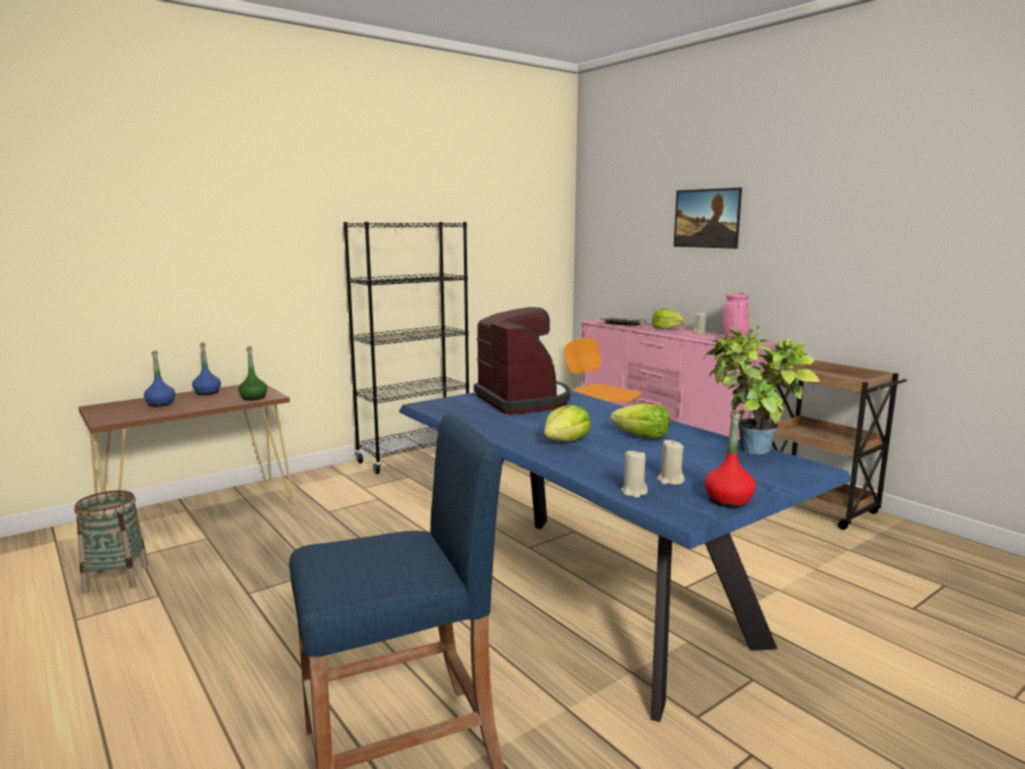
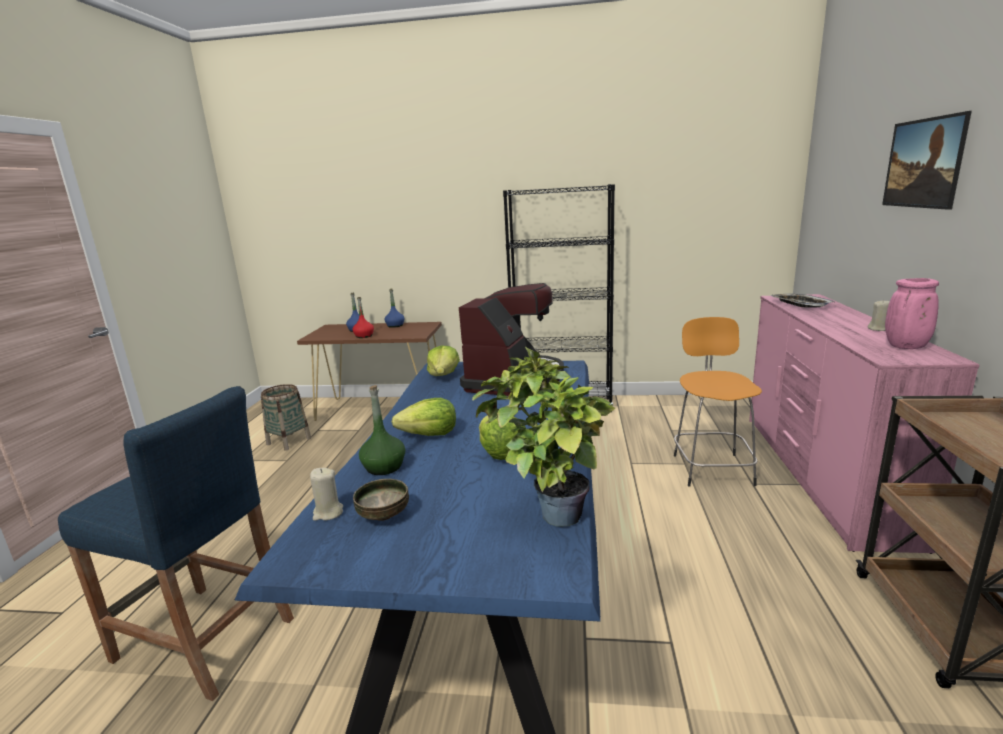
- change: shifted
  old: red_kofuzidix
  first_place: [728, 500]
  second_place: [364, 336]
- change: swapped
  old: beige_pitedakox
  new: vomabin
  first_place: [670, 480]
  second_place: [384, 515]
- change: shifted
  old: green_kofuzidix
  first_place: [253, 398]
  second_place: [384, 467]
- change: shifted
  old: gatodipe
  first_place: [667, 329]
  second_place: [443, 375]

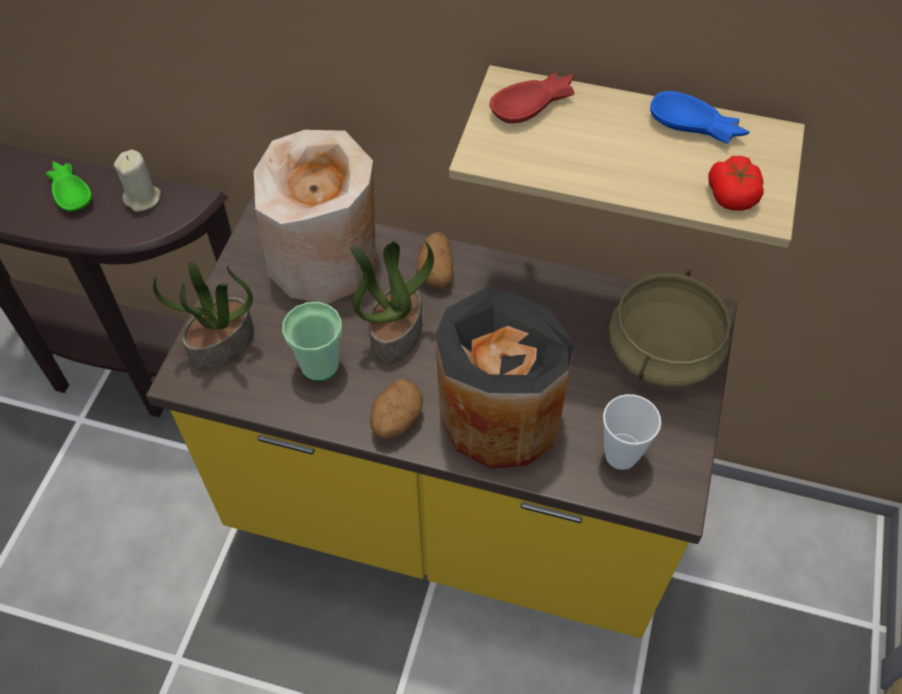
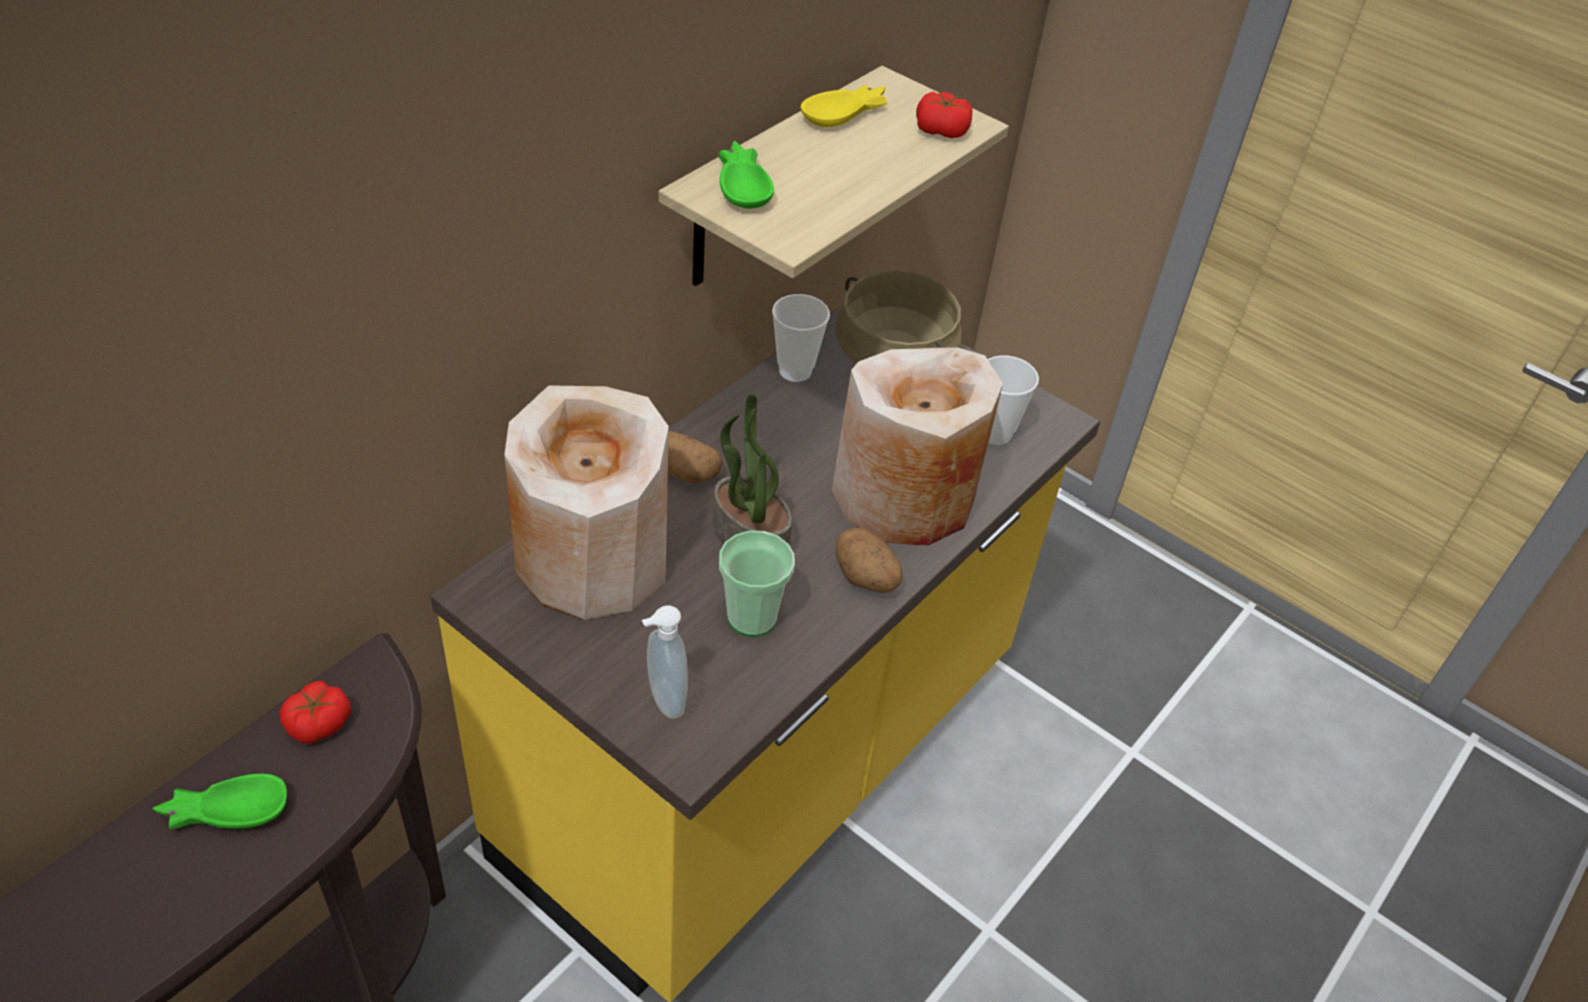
- change: swapped
  old: beige_pitedakox
  new: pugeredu
  first_place: [143, 198]
  second_place: [319, 723]
- change: swapped
  old: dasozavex
  new: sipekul
  first_place: [222, 345]
  second_place: [663, 700]
- change: repainted
  old: red_vomabin
  new: green_vomabin
  first_place: [535, 105]
  second_place: [745, 185]
- change: new
  new: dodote
  second_place: [795, 371]
- change: repainted
  old: blue_vomabin
  new: yellow_vomabin
  first_place: [695, 128]
  second_place: [846, 114]
- change: repainted
  old: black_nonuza
  new: beige_nonuza
  first_place: [499, 416]
  second_place: [904, 497]

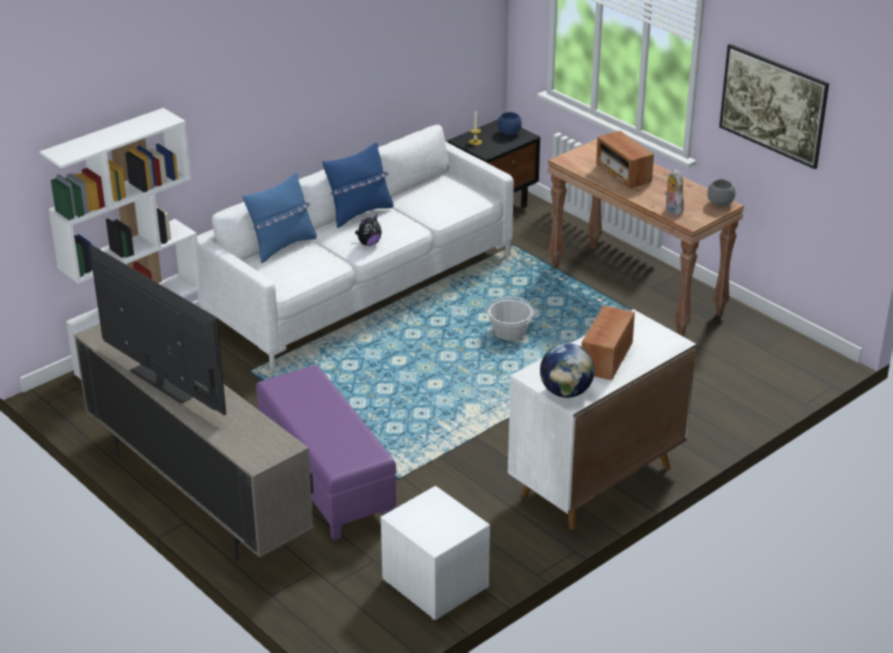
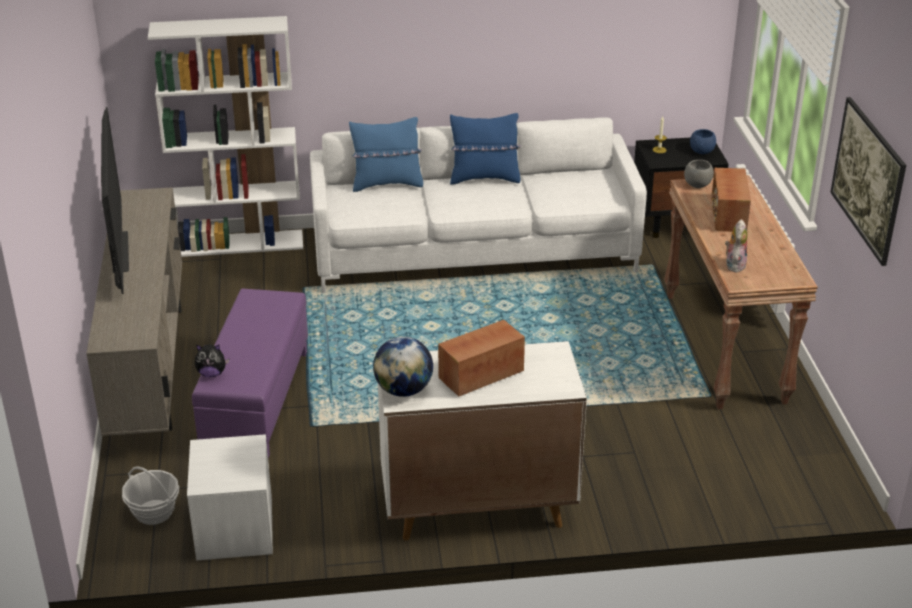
- change: shifted
  old: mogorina
  first_place: [510, 333]
  second_place: [154, 512]
- change: shifted
  old: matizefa
  first_place: [369, 243]
  second_place: [212, 374]
- change: shifted
  old: grey_vomabin
  first_place: [719, 203]
  second_place: [697, 185]

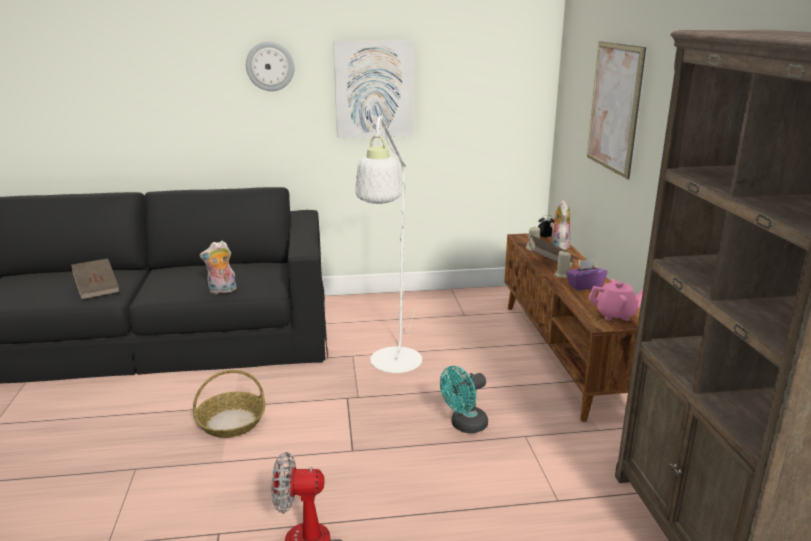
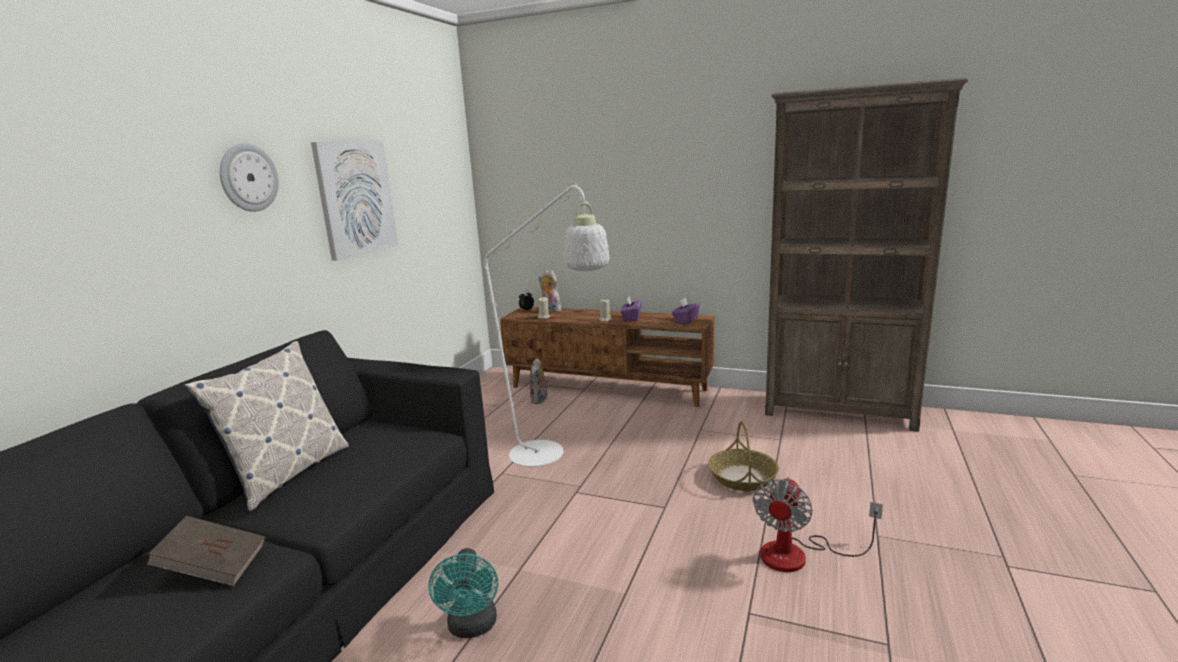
- change: new
  new: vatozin
  second_place: [287, 473]
- change: shifted
  old: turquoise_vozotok
  first_place: [464, 426]
  second_place: [472, 627]
- change: shifted
  old: matizefa
  first_place: [222, 291]
  second_place: [540, 400]
- change: swapped
  old: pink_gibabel
  new: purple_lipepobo
  first_place: [615, 315]
  second_place: [685, 321]
- change: shifted
  old: mogorina
  first_place: [231, 422]
  second_place: [743, 478]
- change: gone
  old: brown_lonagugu
  first_place: [549, 262]
- change: gone
  old: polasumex
  first_place: [614, 107]

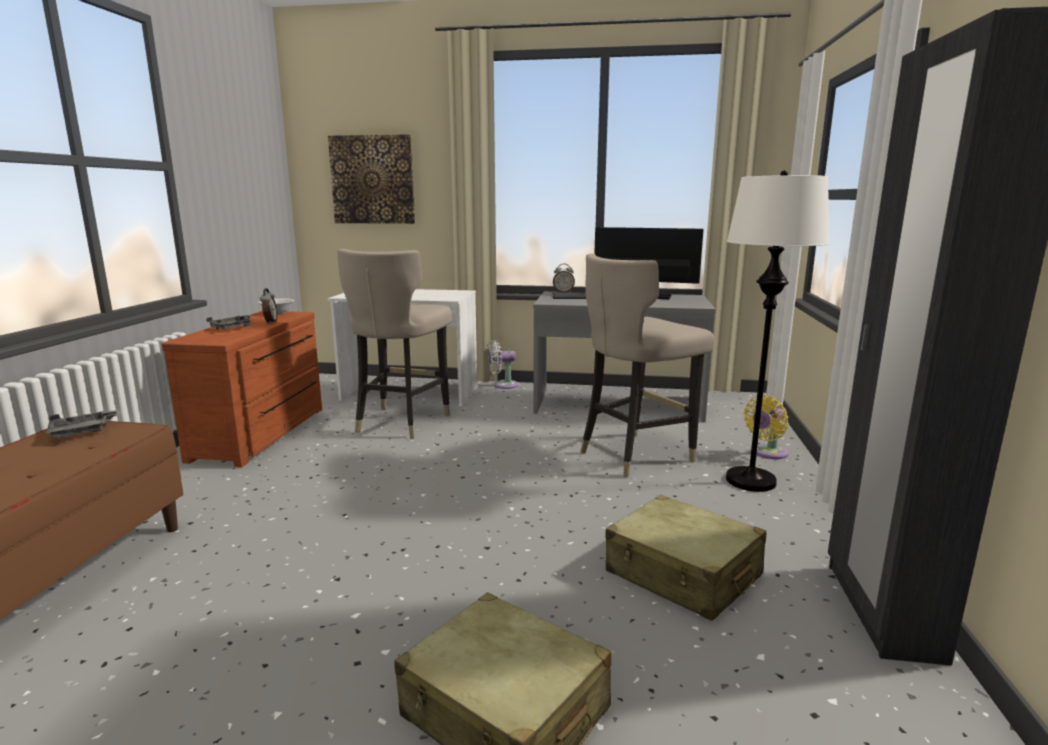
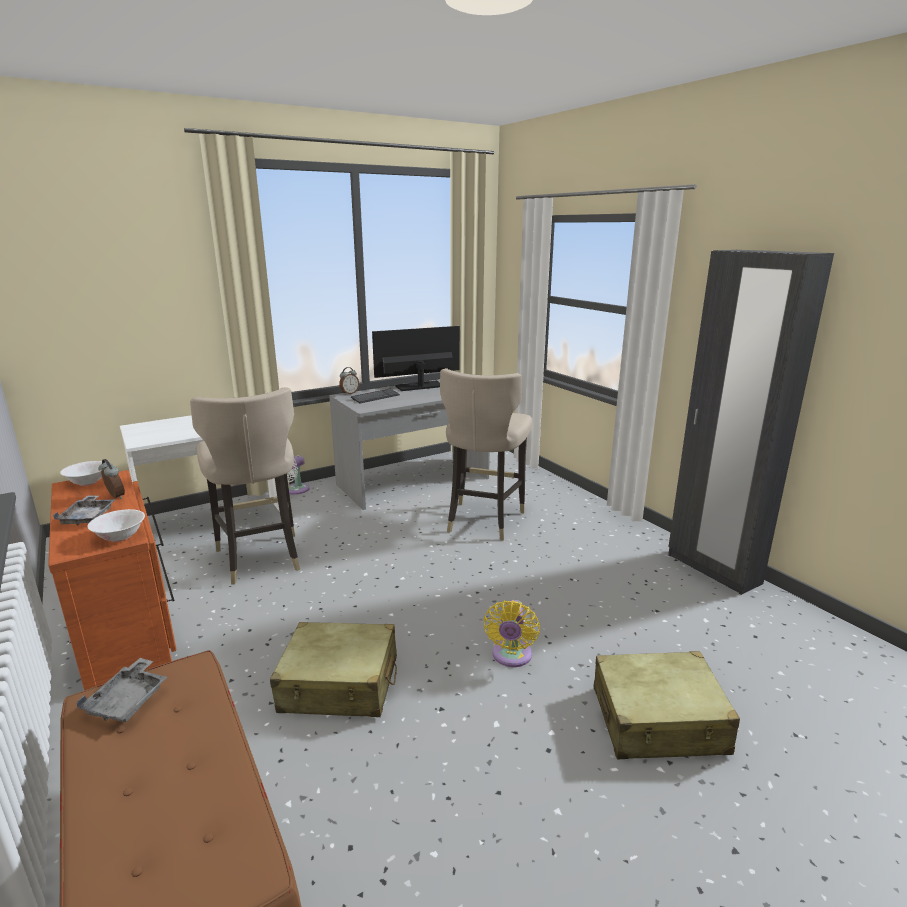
- change: new
  new: white_vomabin
  second_place: [120, 537]
- change: shifted
  old: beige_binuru
  first_place: [683, 574]
  second_place: [339, 684]
- change: shifted
  old: yellow_vozotok
  first_place: [767, 453]
  second_place: [511, 657]
- change: gone
  old: polasumex
  first_place: [373, 180]
- change: gone
  old: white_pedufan
  first_place: [750, 480]

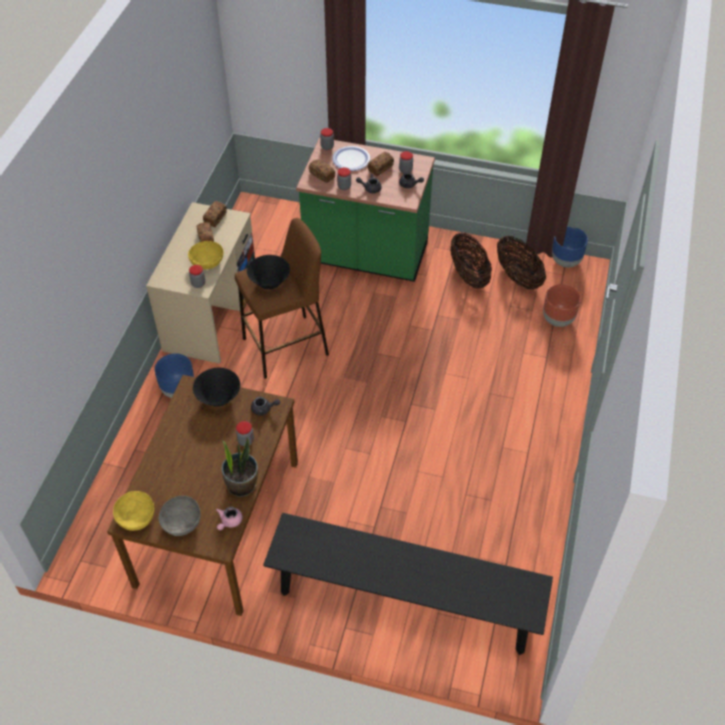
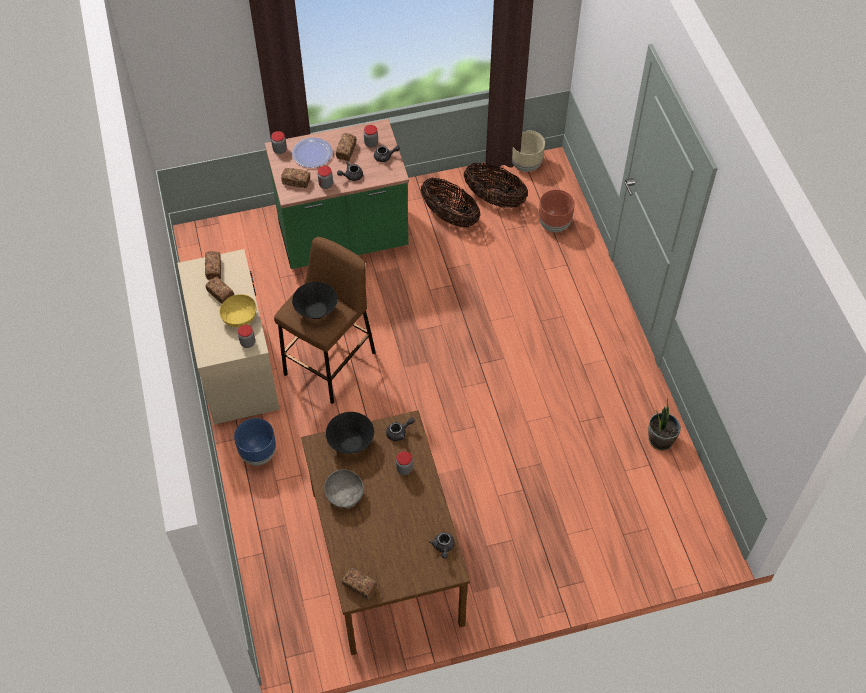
- change: shifted
  old: grey_vomabin
  first_place: [181, 522]
  second_place: [344, 495]
- change: swapped
  old: yellow_vomabin
  new: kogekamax
  first_place: [136, 517]
  second_place: [359, 586]
- change: repainted
  old: pink_gibabel
  new: grey_gibabel
  first_place: [229, 521]
  second_place: [443, 547]
- change: repainted
  old: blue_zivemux
  new: beige_zivemux
  first_place: [566, 261]
  second_place: [526, 165]
- change: shifted
  old: dasozavex
  first_place: [242, 485]
  second_place: [660, 439]
- change: gone
  old: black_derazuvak
  first_place: [404, 602]

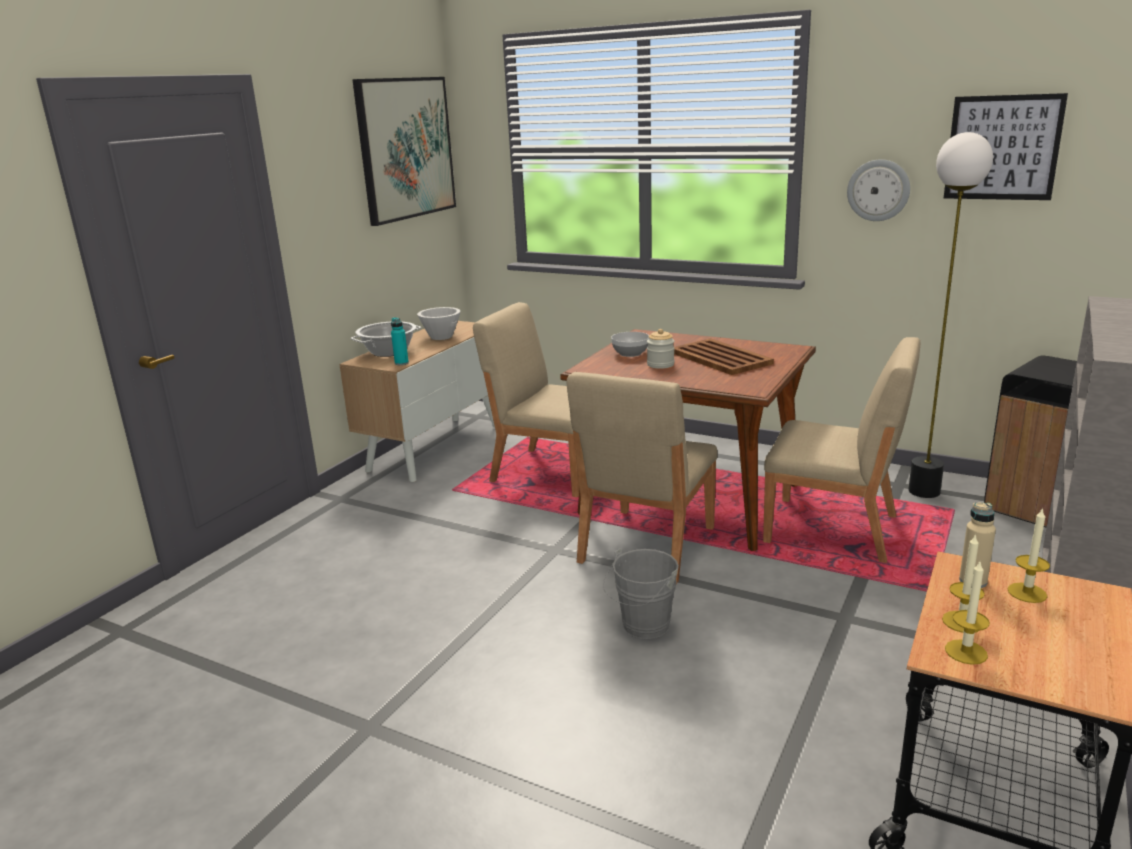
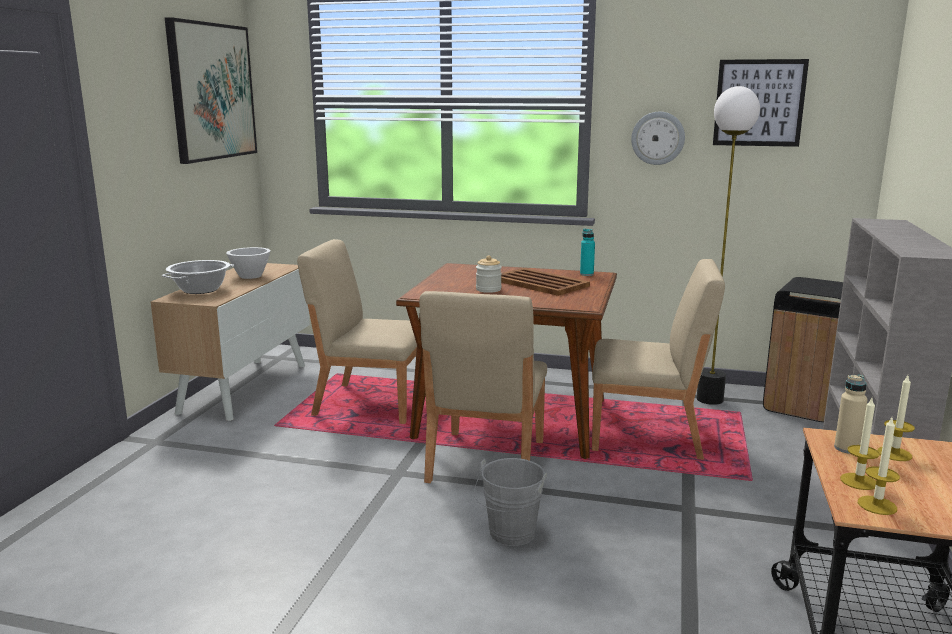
- change: shifted
  old: turquoise_kofuzidix
  first_place: [401, 363]
  second_place: [586, 274]
- change: gone
  old: vomabin
  first_place: [631, 353]

